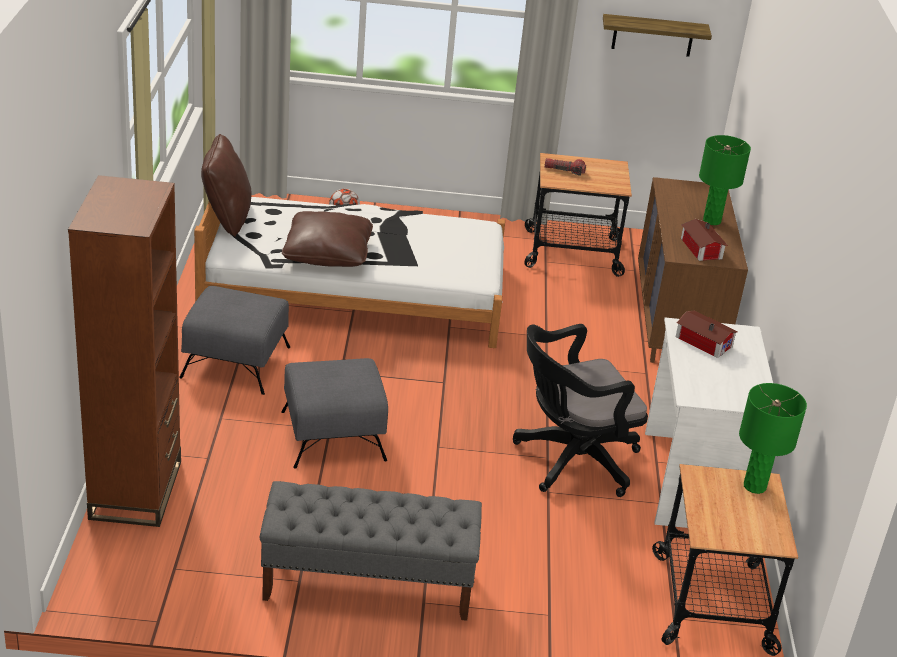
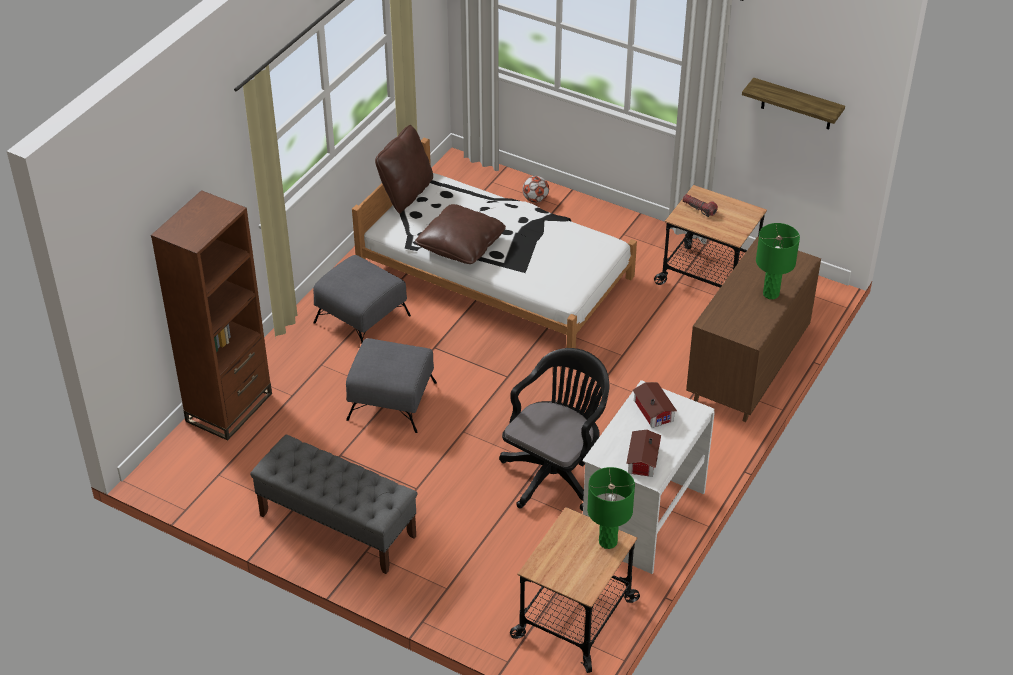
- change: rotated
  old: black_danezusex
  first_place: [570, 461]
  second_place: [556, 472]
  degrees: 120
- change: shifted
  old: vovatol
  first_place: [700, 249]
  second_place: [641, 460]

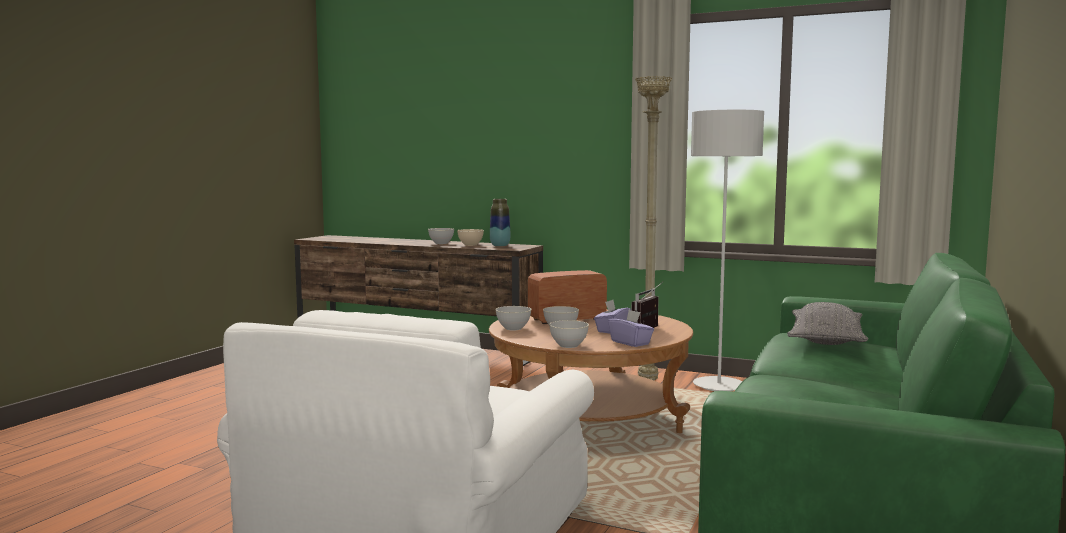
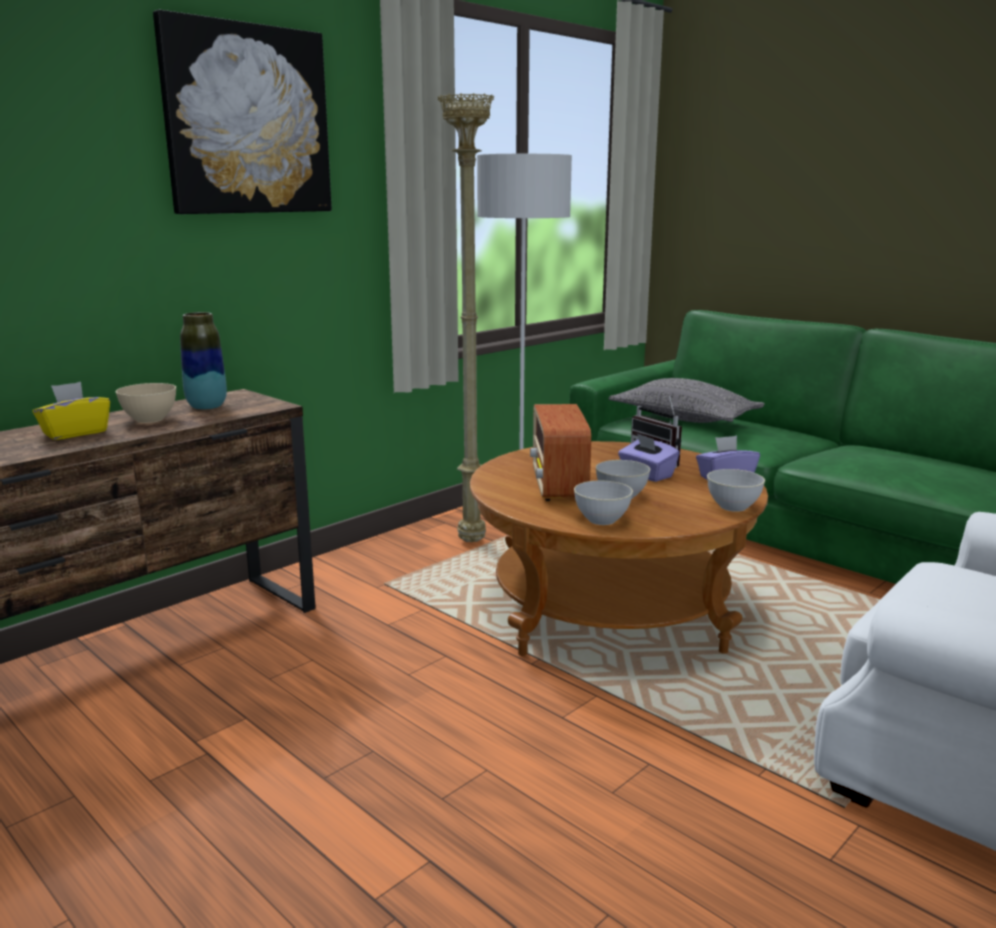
- change: swapped
  old: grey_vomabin
  new: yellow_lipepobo
  first_place: [441, 243]
  second_place: [75, 433]
- change: new
  new: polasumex
  second_place: [247, 120]

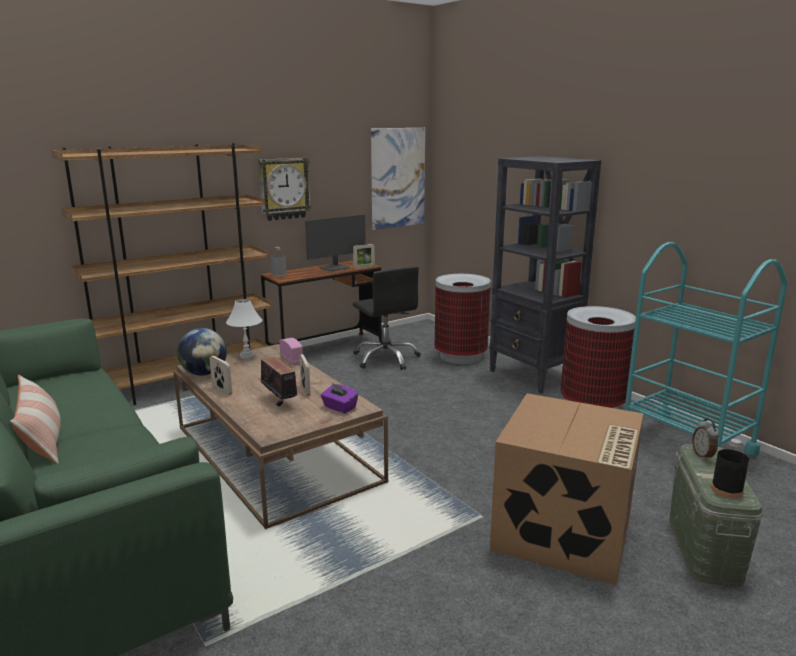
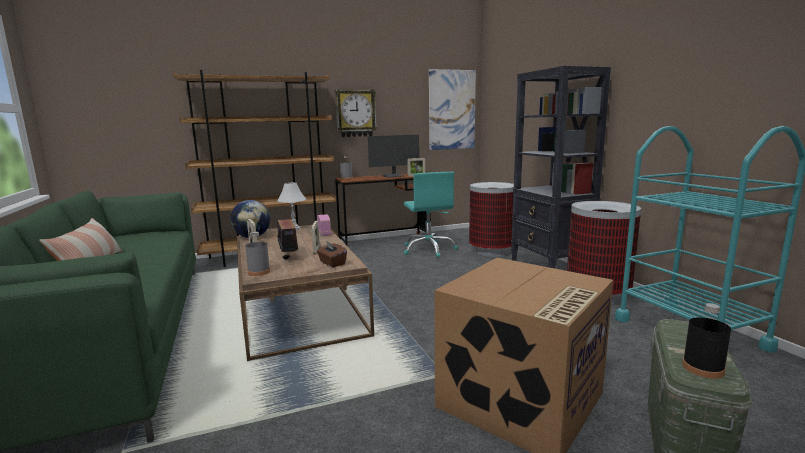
- change: new
  new: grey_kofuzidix
  second_place: [259, 272]
- change: repainted
  old: purple_lipepobo
  new: brown_lipepobo
  first_place: [339, 407]
  second_place: [332, 263]
- change: repainted
  old: black_danezusex
  new: turquoise_danezusex
  first_place: [386, 358]
  second_place: [428, 249]
- change: gone
  old: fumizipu
  first_place: [703, 455]

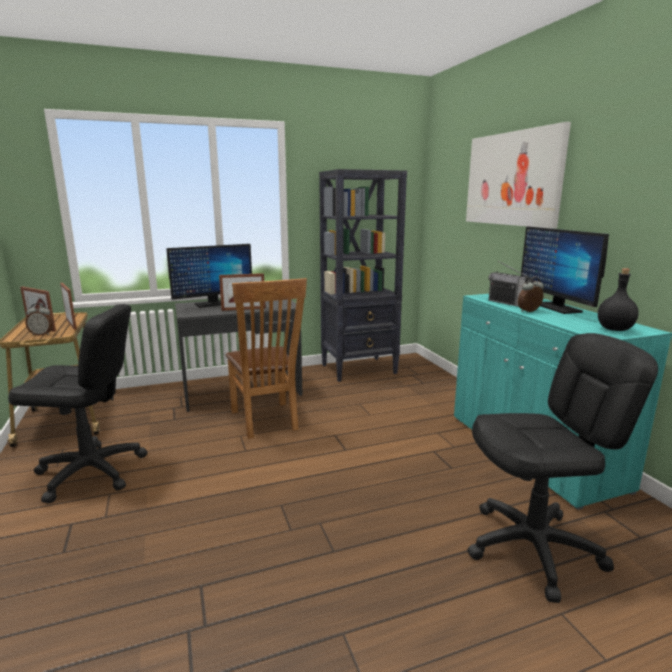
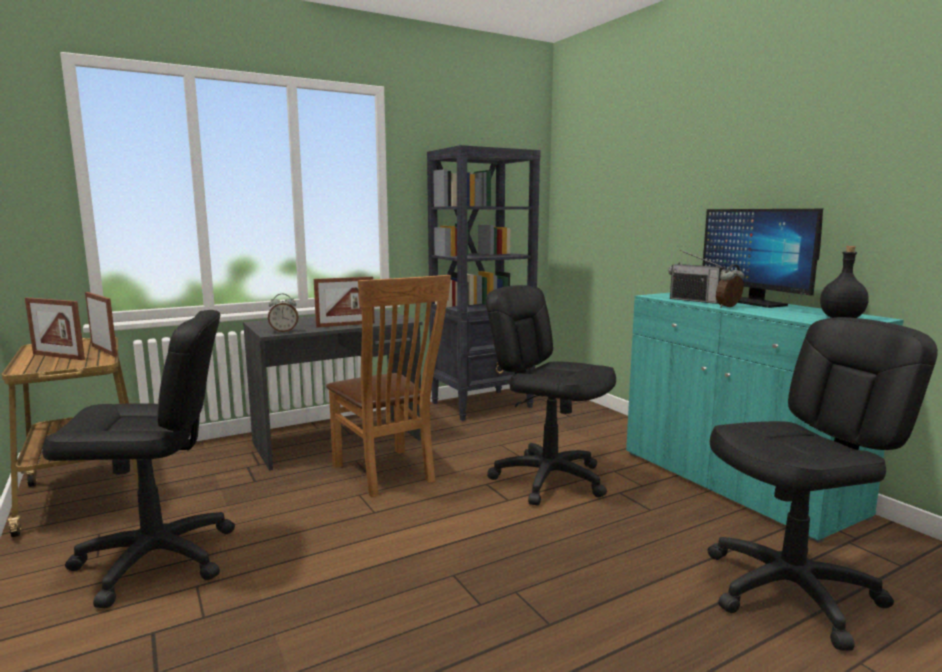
- change: shifted
  old: fumizipu
  first_place: [42, 334]
  second_place: [284, 331]
- change: new
  new: black_danezusex
  second_place: [549, 479]
- change: gone
  old: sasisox
  first_place: [213, 304]
- change: gone
  old: polasumex
  first_place: [512, 179]

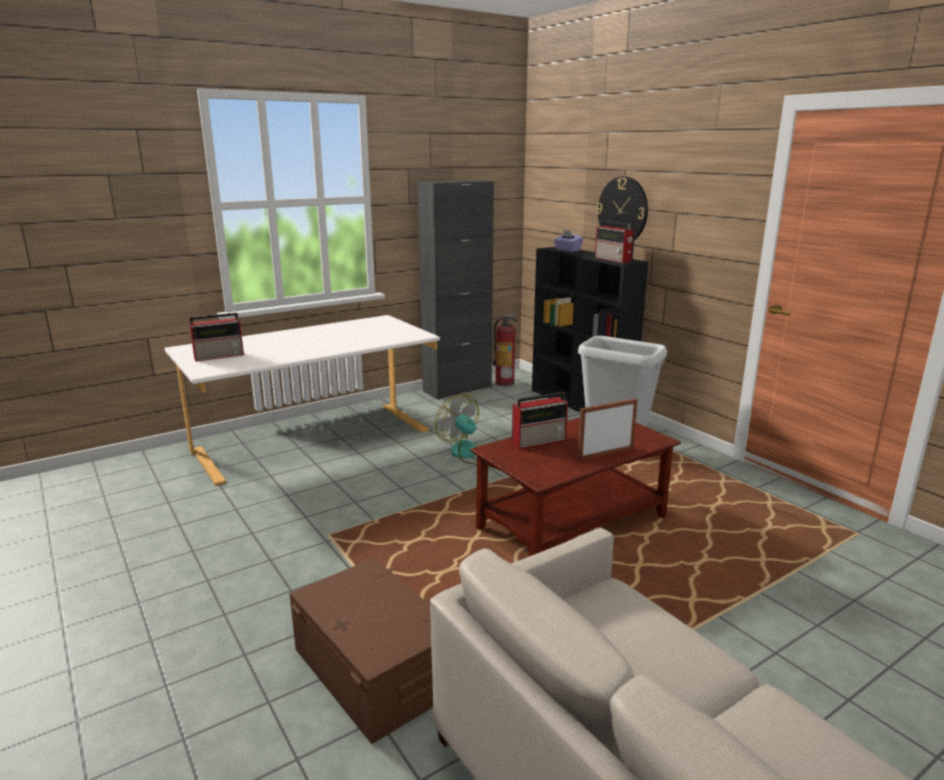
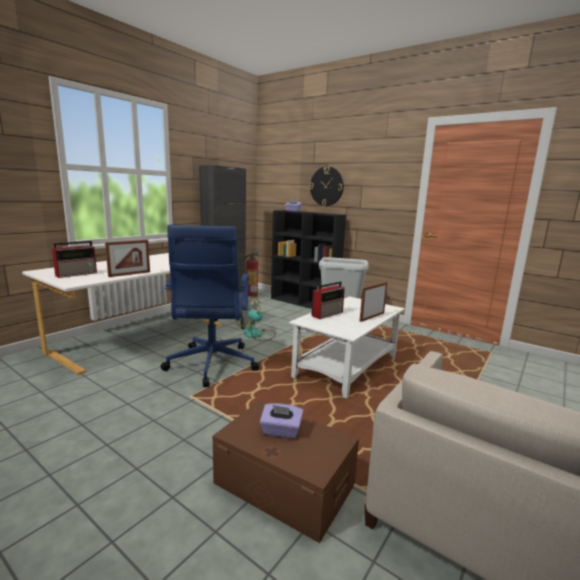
- change: new
  new: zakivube
  second_place: [129, 274]
- change: new
  new: blue_danezusex
  second_place: [211, 365]
- change: new
  new: purple_lipepobo
  second_place: [281, 431]
- change: repainted
  old: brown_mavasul
  new: white_mavasul
  first_place: [571, 524]
  second_place: [346, 367]
- change: gone
  old: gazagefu
  first_place: [613, 259]

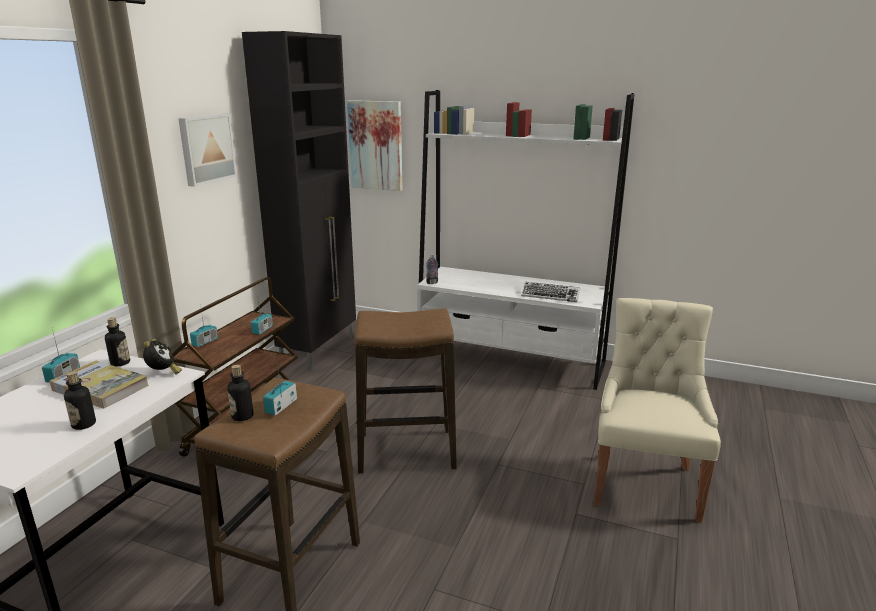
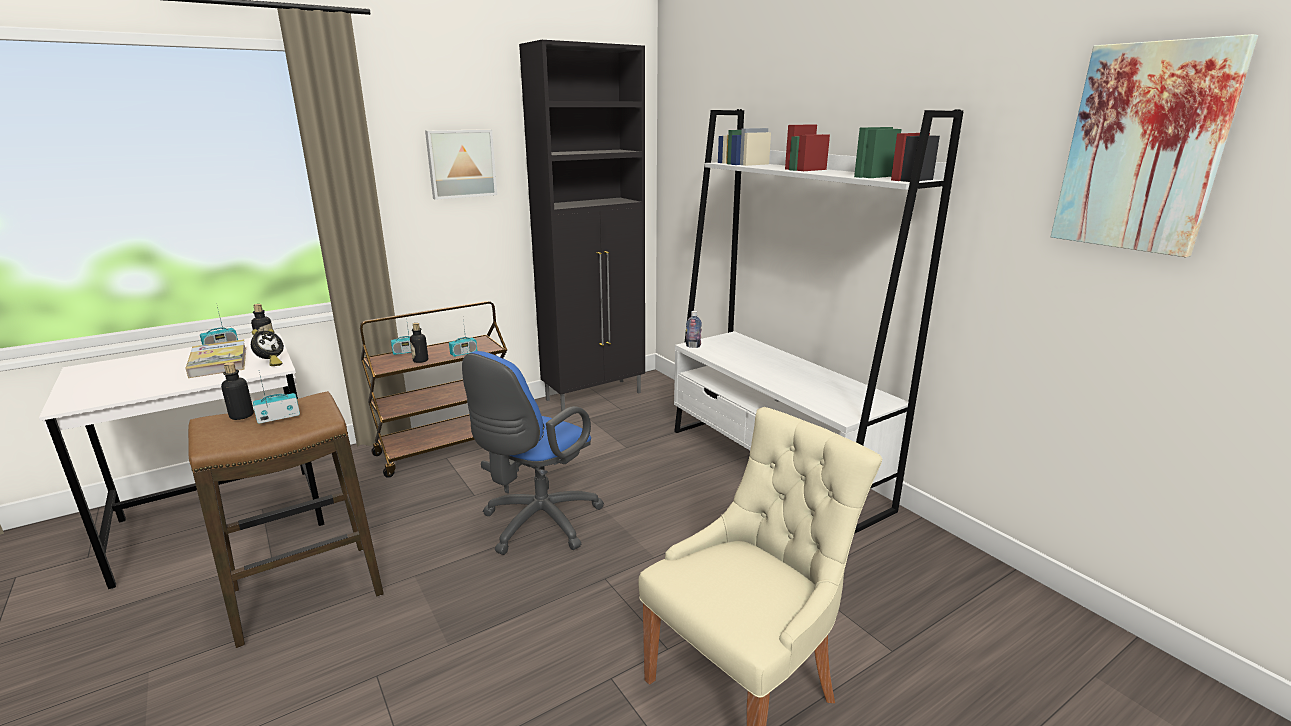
- change: shifted
  old: kofuzidix
  first_place: [84, 424]
  second_place: [420, 360]
- change: swapped
  old: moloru
  new: blue_danezusex
  first_place: [406, 451]
  second_place: [537, 524]
- change: shifted
  old: polasumex
  first_place: [376, 145]
  second_place: [1143, 148]
- change: gone
  old: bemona
  first_place: [550, 295]

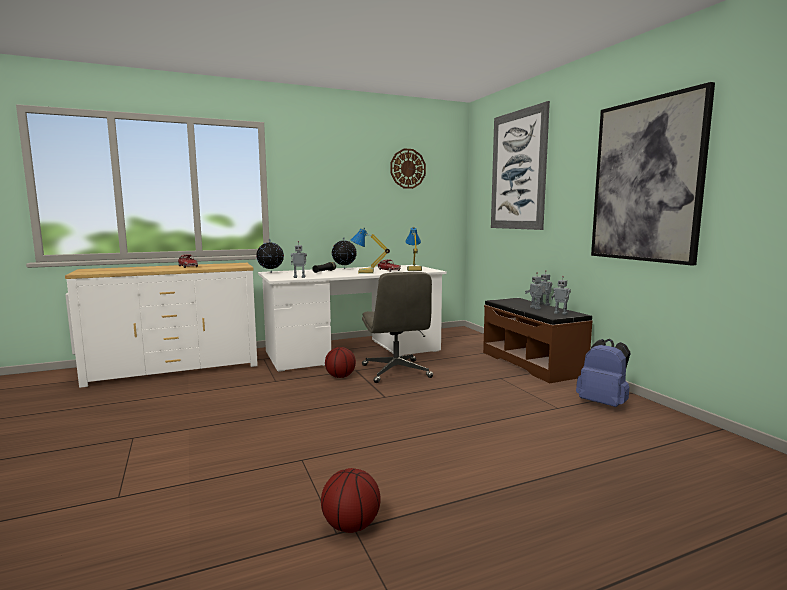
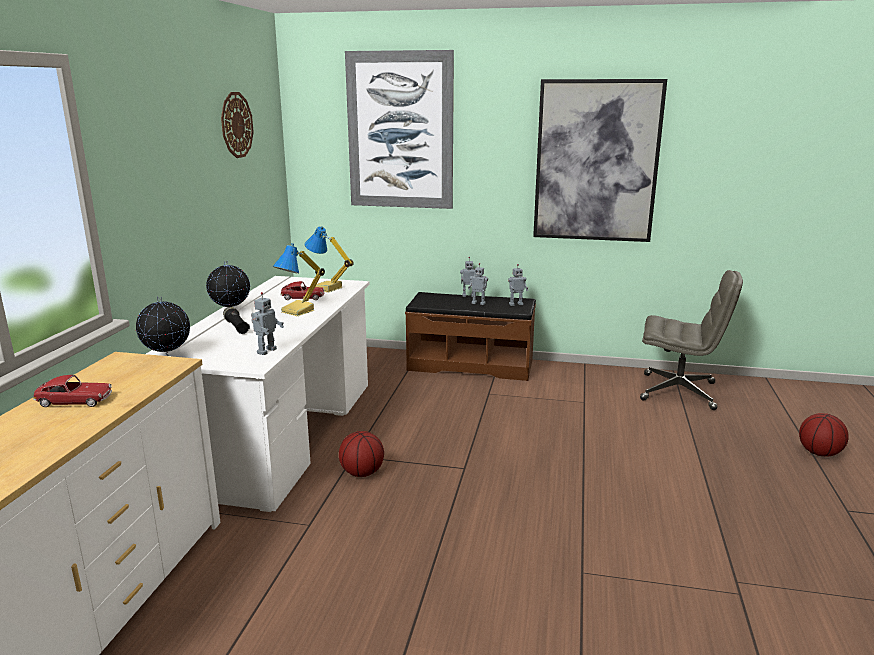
- change: shifted
  old: grey_danezusex
  first_place: [396, 372]
  second_place: [679, 391]
- change: shifted
  old: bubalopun
  first_place: [351, 526]
  second_place: [819, 453]
- change: gone
  old: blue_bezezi
  first_place: [603, 403]

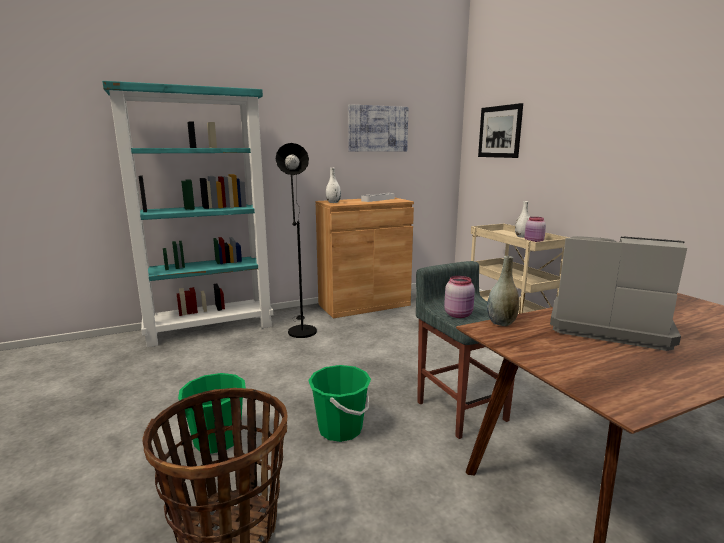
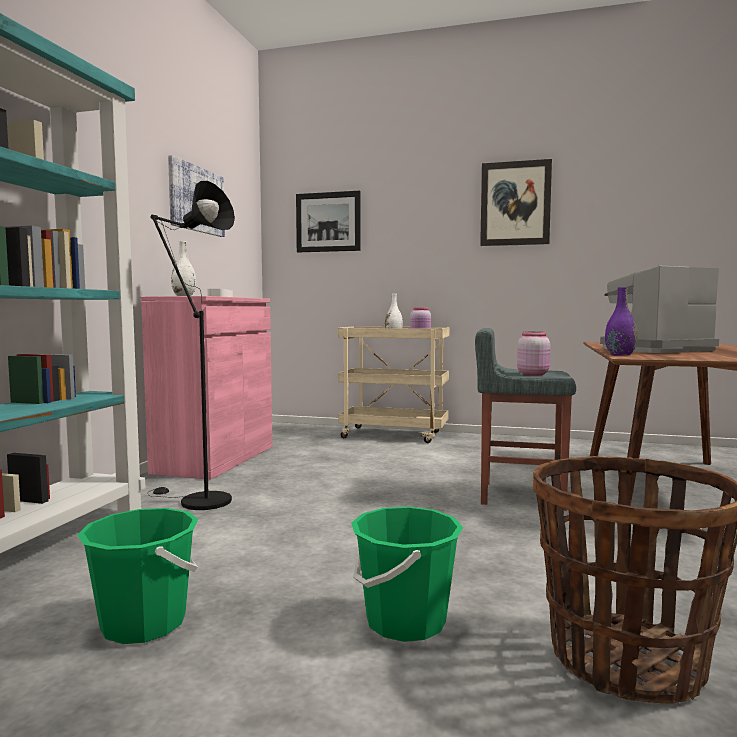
- change: shifted
  old: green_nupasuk
  first_place: [340, 429]
  second_place: [144, 623]
- change: repainted
  old: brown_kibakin
  new: pink_kibakin
  first_place: [364, 305]
  second_place: [215, 459]
- change: new
  new: polasumex
  second_place: [515, 203]
- change: repainted
  old: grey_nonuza
  new: purple_nonuza
  first_place: [501, 323]
  second_place: [620, 355]

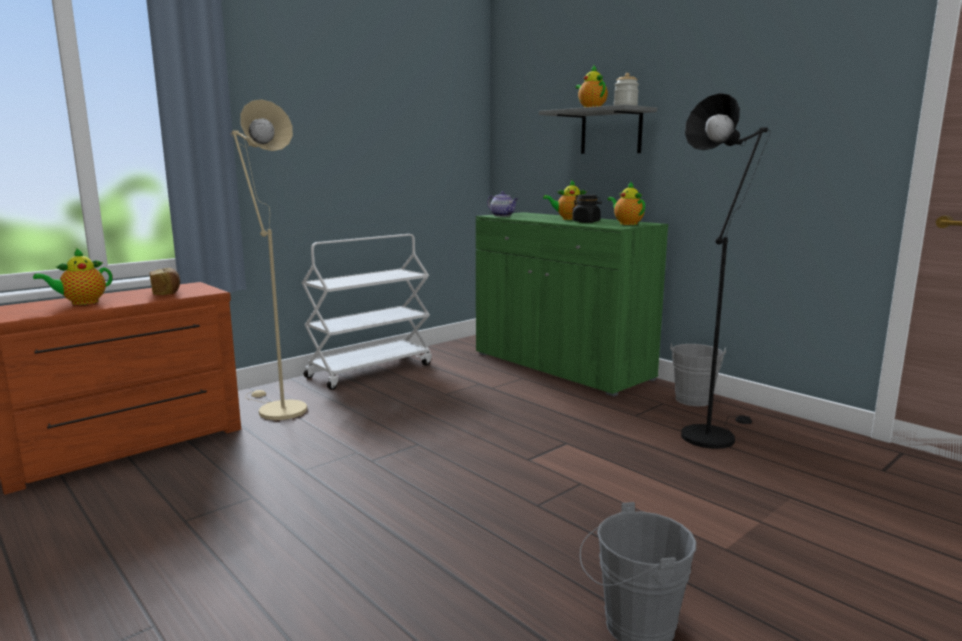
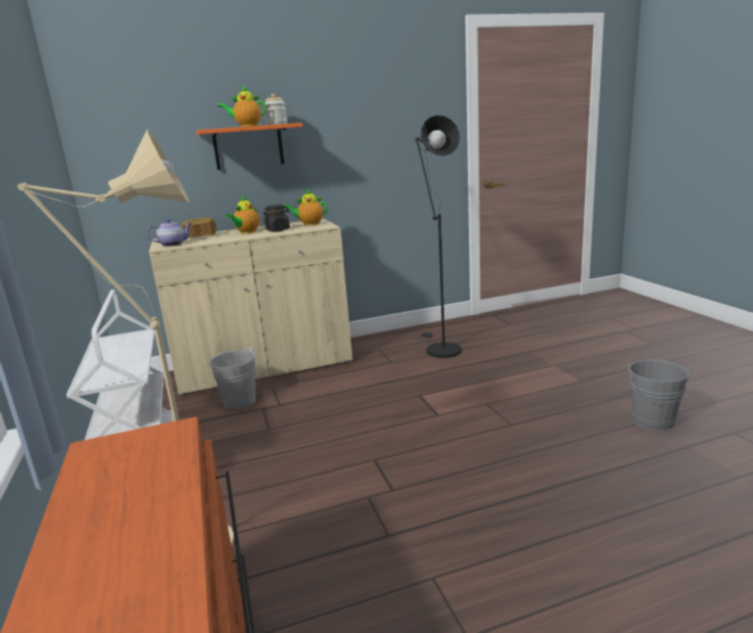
- change: repainted
  old: green_kibakin
  new: beige_kibakin
  first_place: [560, 366]
  second_place: [265, 367]
- change: shifted
  old: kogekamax
  first_place: [166, 293]
  second_place: [200, 236]
- change: repainted
  old: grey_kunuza
  new: orange_kunuza
  first_place: [611, 132]
  second_place: [248, 147]
- change: shifted
  old: grey_nupasuk
  first_place: [693, 401]
  second_place: [242, 403]
- change: gone
  old: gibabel
  first_place: [81, 302]

